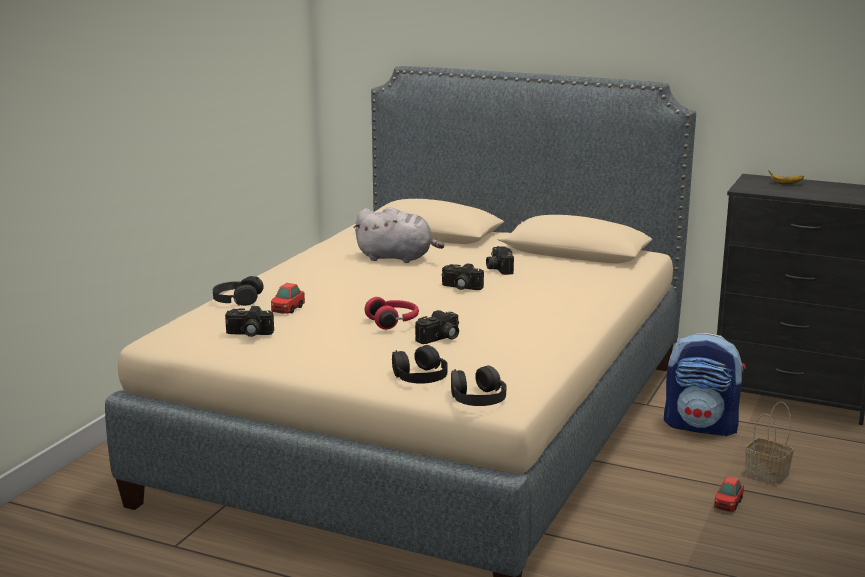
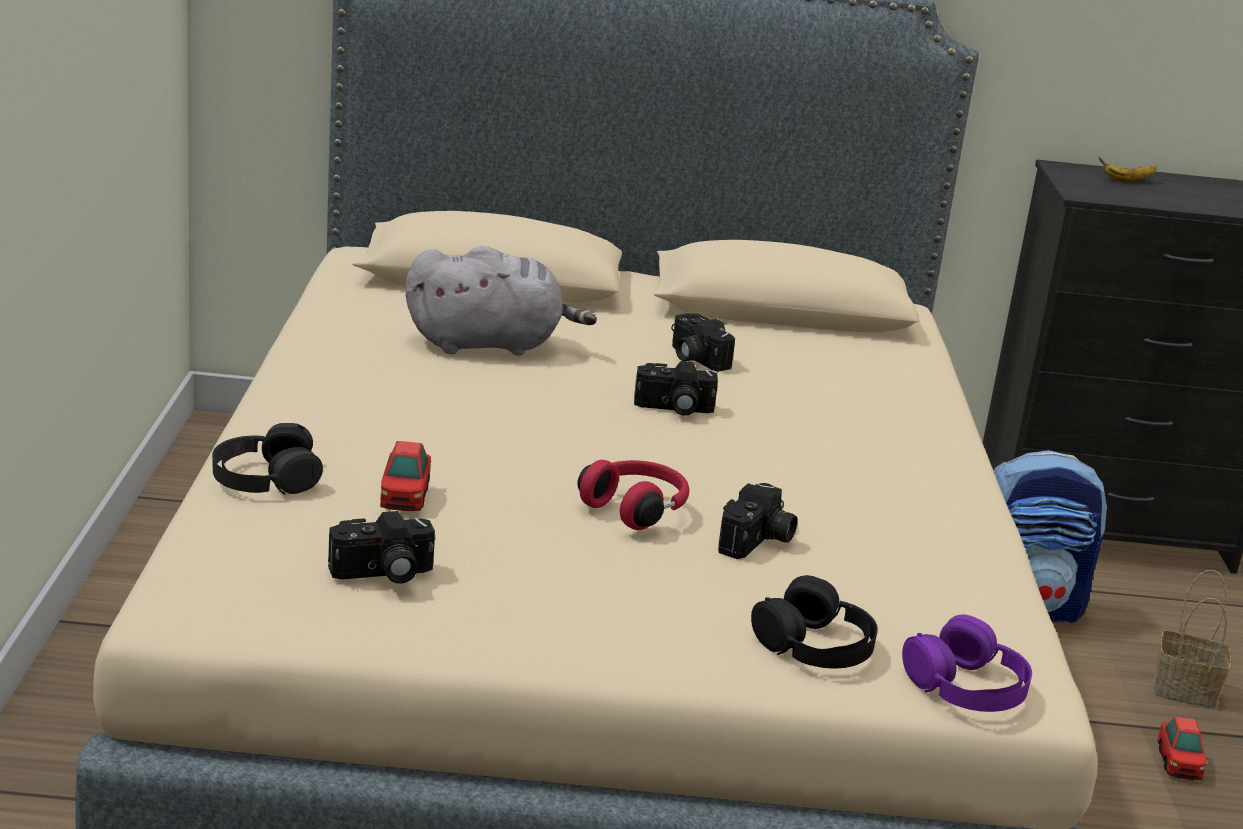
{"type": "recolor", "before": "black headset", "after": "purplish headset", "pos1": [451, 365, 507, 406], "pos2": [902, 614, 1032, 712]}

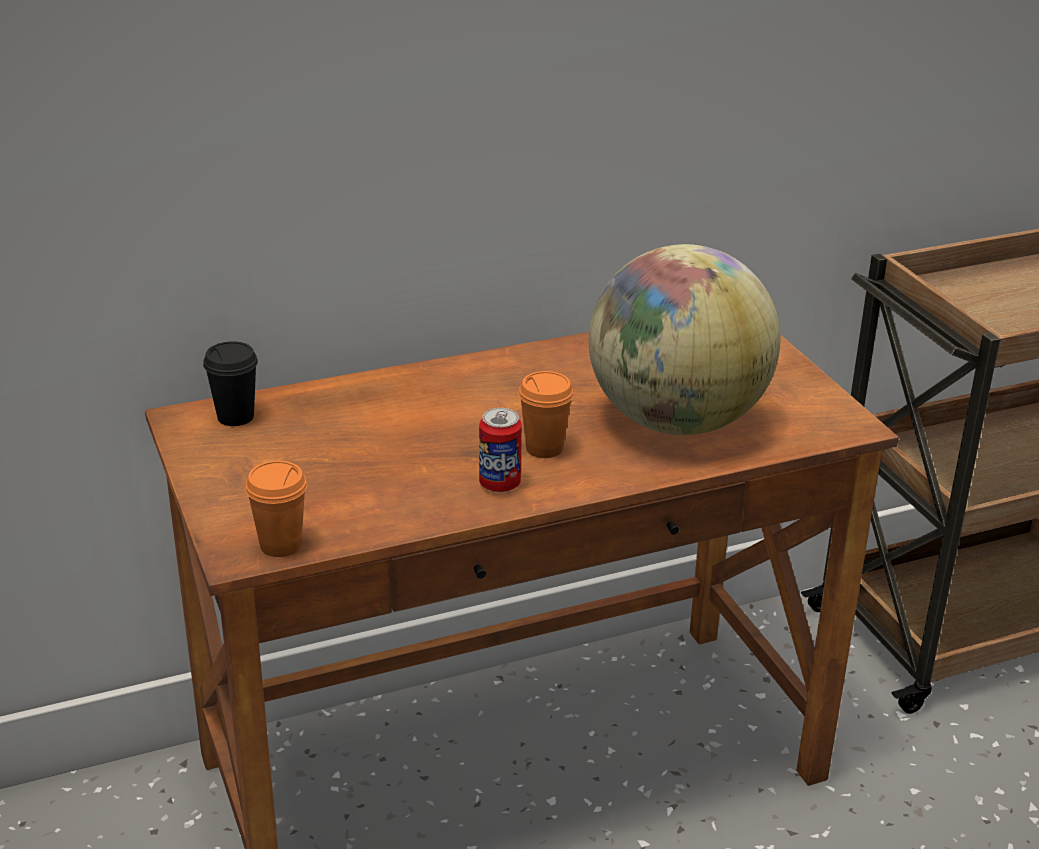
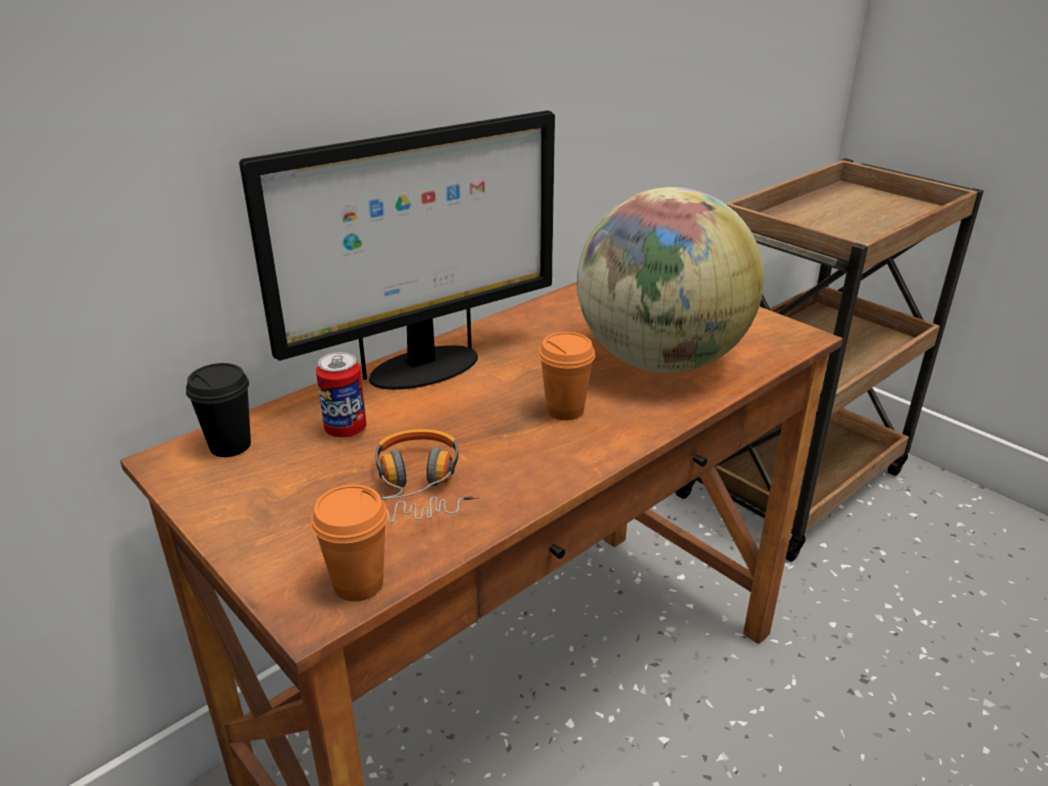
{"type": "move", "before": "metal can", "pos1": [479, 408, 522, 492], "pos2": [316, 352, 367, 438]}
{"type": "insert", "after": "computer display", "pos2": [239, 110, 555, 390]}
{"type": "insert", "after": "headset", "pos2": [375, 429, 480, 523]}

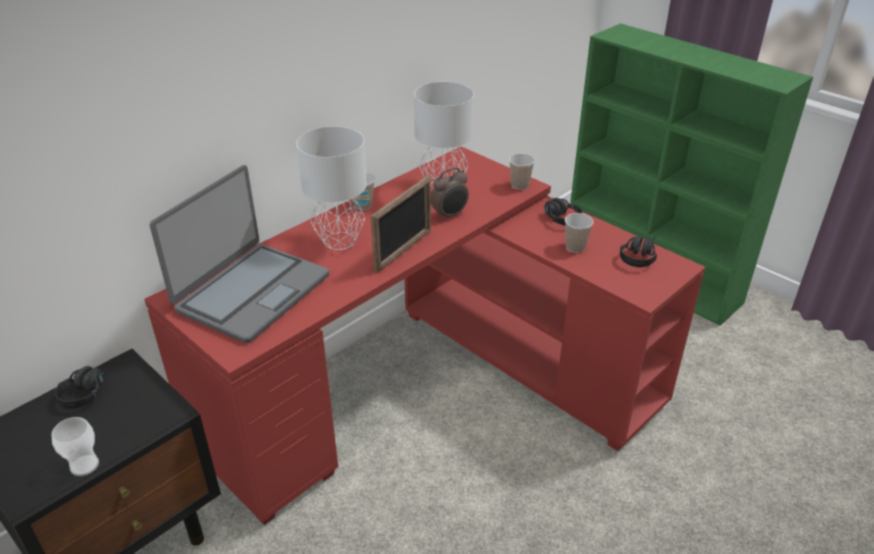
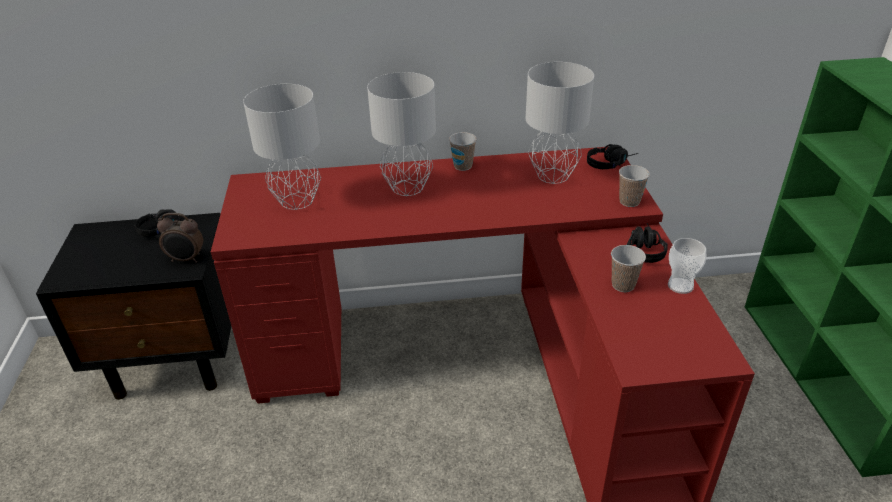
{"type": "move", "before": "small cup", "pos1": [51, 417, 99, 476], "pos2": [668, 238, 707, 294]}
{"type": "replace", "before": "portable computer", "after": "greyish table lamp", "pos1": [150, 165, 329, 343], "pos2": [243, 84, 321, 210]}
{"type": "delete", "before": "standing frame", "pos1": [371, 176, 431, 273]}
{"type": "move", "before": "bedside clock", "pos1": [431, 167, 469, 221], "pos2": [157, 213, 203, 263]}
{"type": "move", "before": "black headset", "pos1": [620, 235, 657, 267], "pos2": [587, 144, 638, 169]}

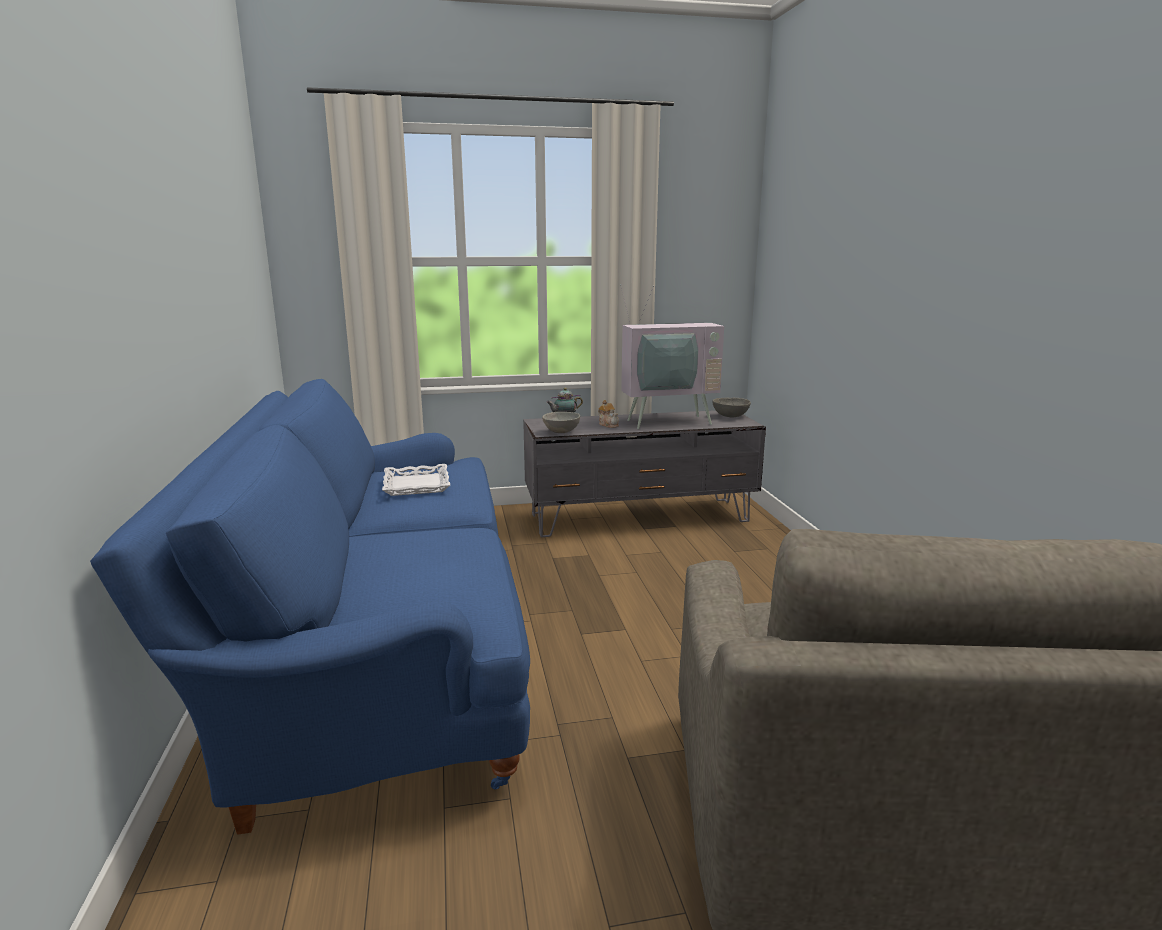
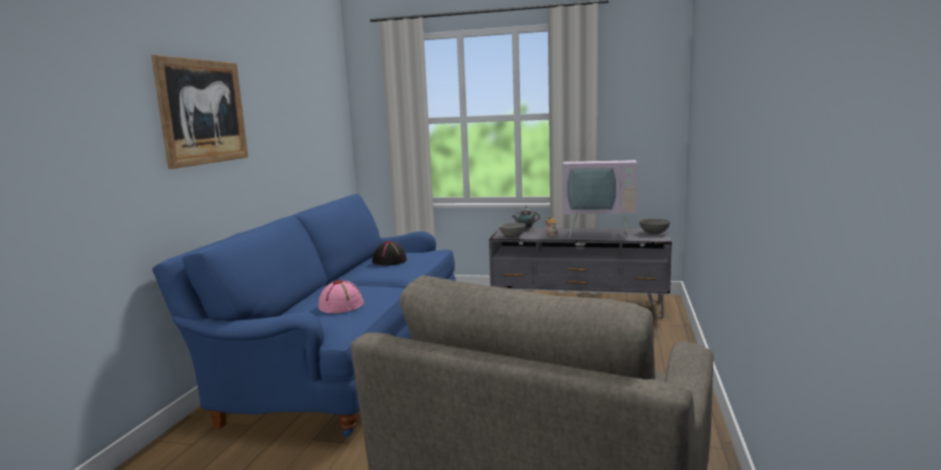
{"type": "replace", "before": "whitish carrying tray", "after": "black wearable hat", "pos1": [382, 464, 450, 496], "pos2": [372, 241, 407, 266]}
{"type": "insert", "after": "picture", "pos2": [151, 55, 248, 169]}
{"type": "insert", "after": "pinkish wearable hat", "pos2": [318, 280, 364, 313]}

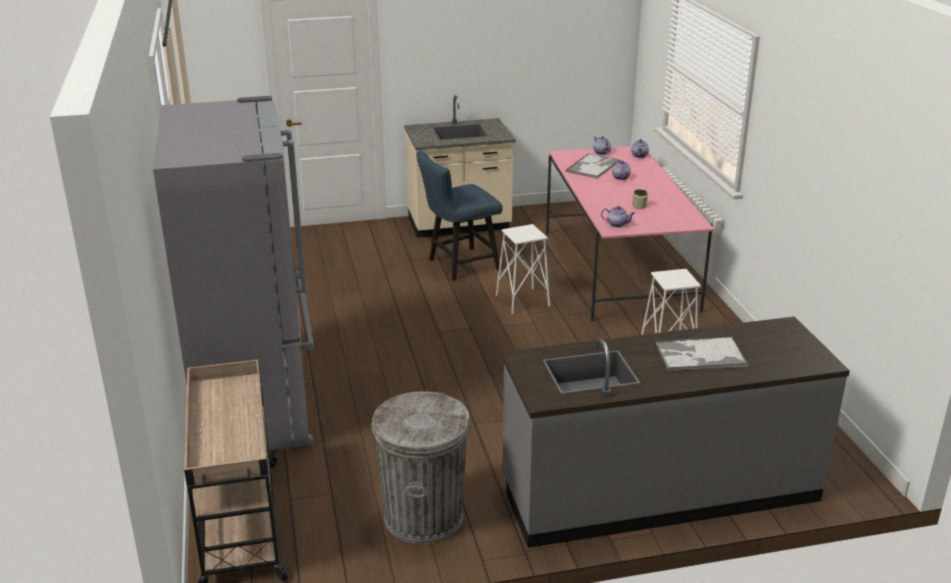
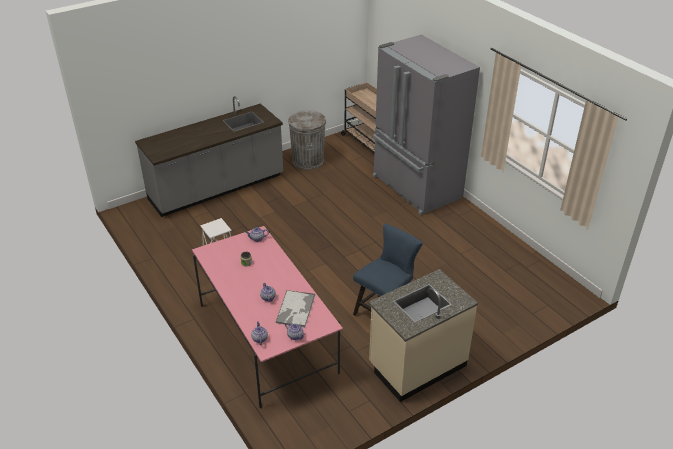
{"type": "delete", "before": "whitish stool", "pos1": [496, 224, 550, 314]}
{"type": "delete", "before": "carrying tray", "pos1": [655, 336, 748, 371]}

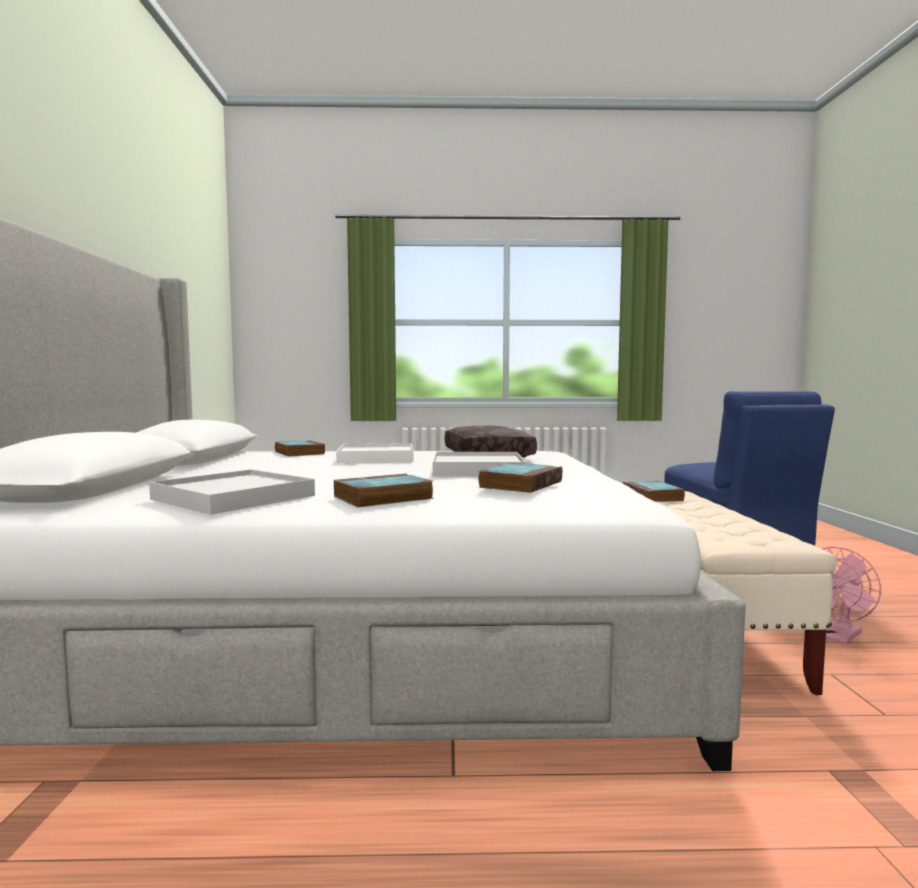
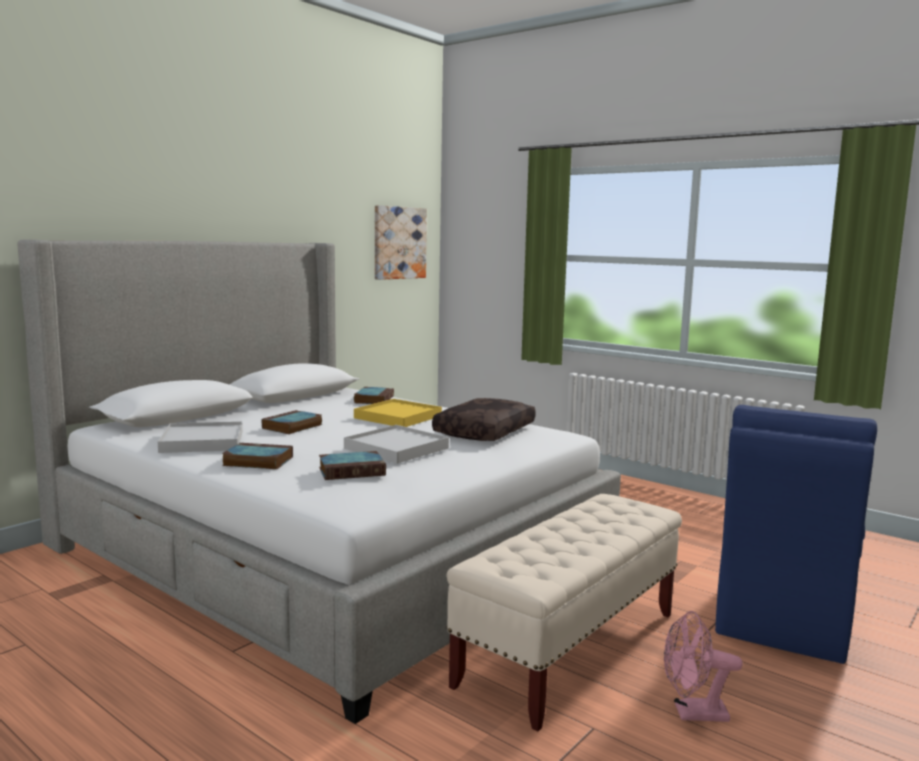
{"type": "recolor", "before": "whitish carrying tray", "after": "yellow-coloured carrying tray", "pos1": [336, 443, 413, 463], "pos2": [354, 399, 442, 427]}
{"type": "move", "before": "bound book", "pos1": [623, 481, 685, 502], "pos2": [262, 410, 322, 434]}
{"type": "insert", "after": "picture", "pos2": [375, 205, 427, 280]}

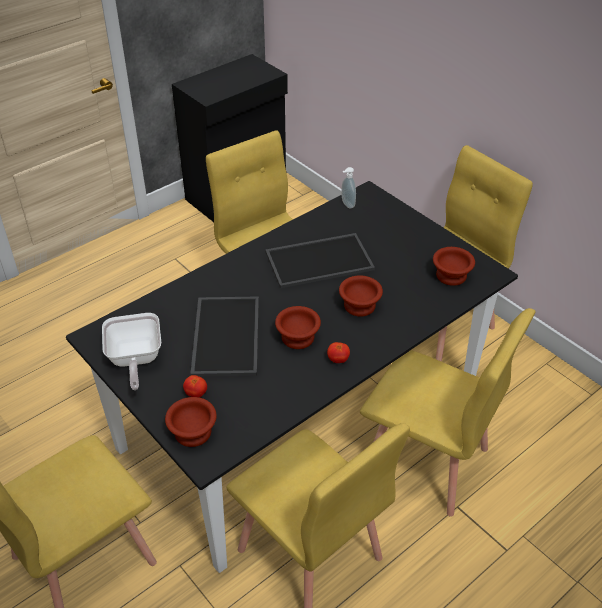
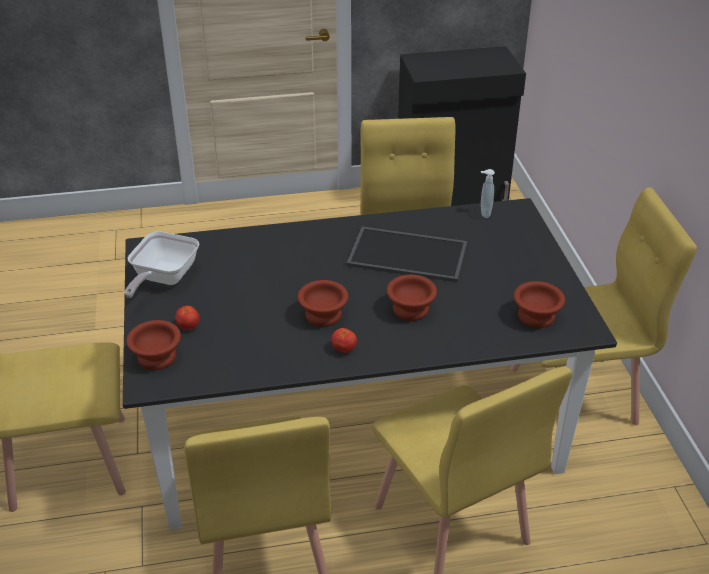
{"type": "delete", "before": "carrying tray", "pos1": [190, 296, 259, 376]}

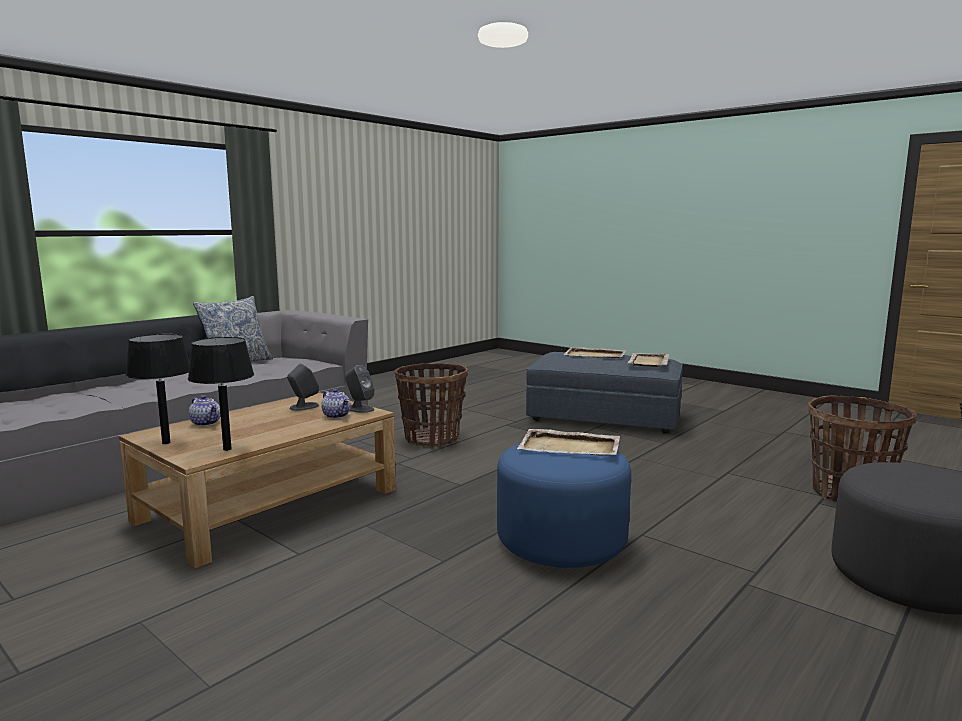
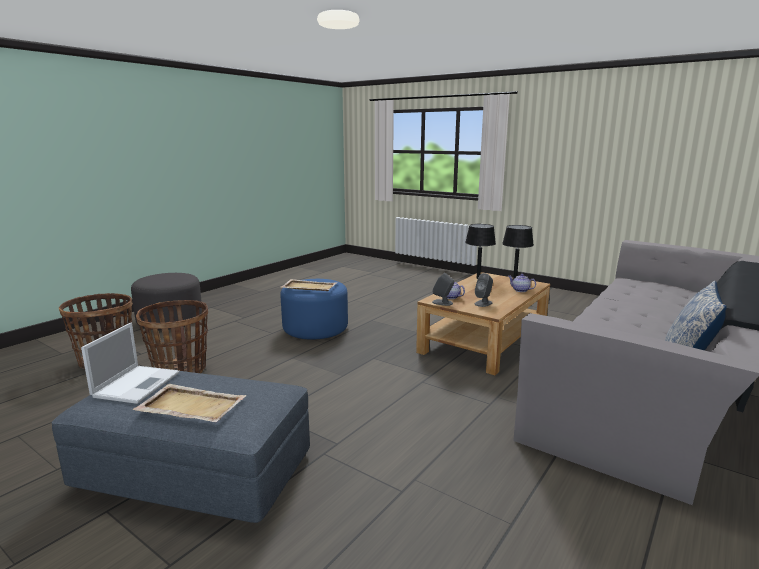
{"type": "move", "before": "basket", "pos1": [395, 363, 468, 447], "pos2": [136, 300, 208, 373]}
{"type": "replace", "before": "beige carrying tray", "after": "portable computer", "pos1": [628, 353, 669, 367], "pos2": [81, 323, 179, 404]}

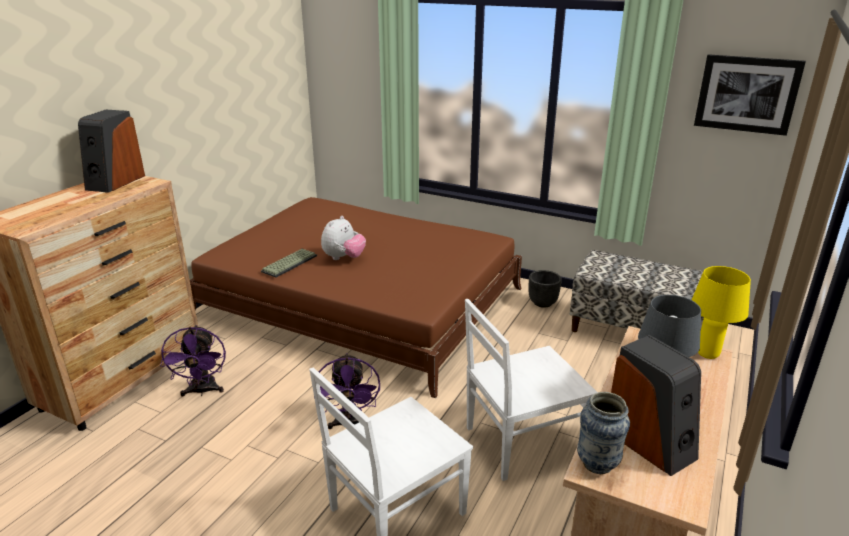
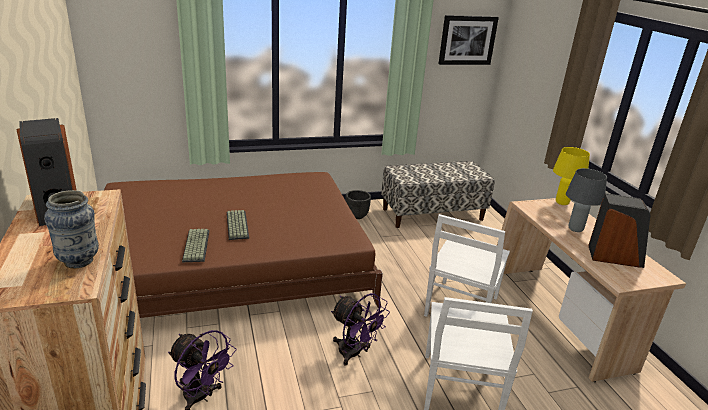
{"type": "replace", "before": "plush toy", "after": "computer keyboard", "pos1": [321, 216, 366, 260], "pos2": [227, 210, 249, 240]}
{"type": "move", "before": "vase", "pos1": [577, 392, 630, 474], "pos2": [44, 190, 99, 269]}

